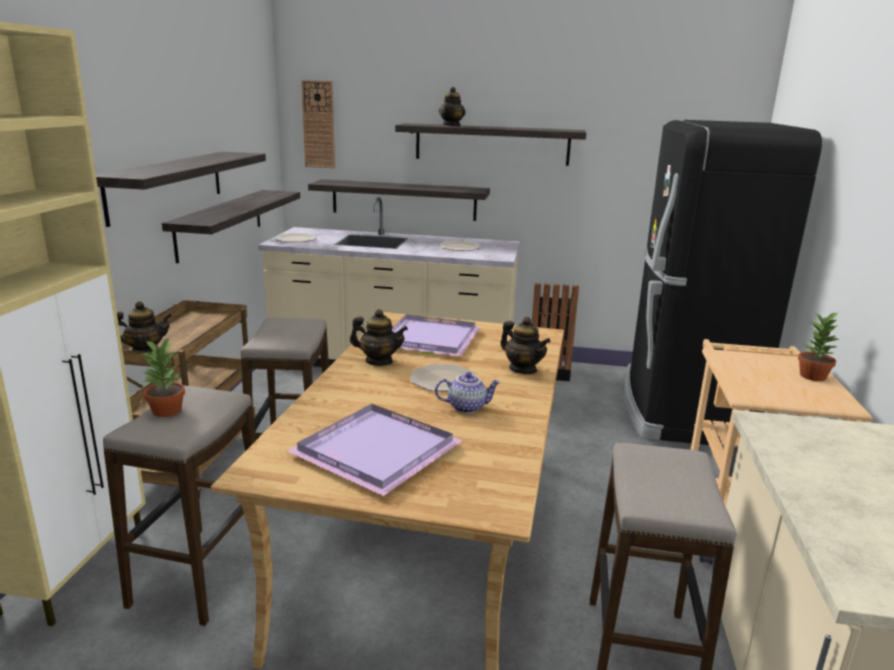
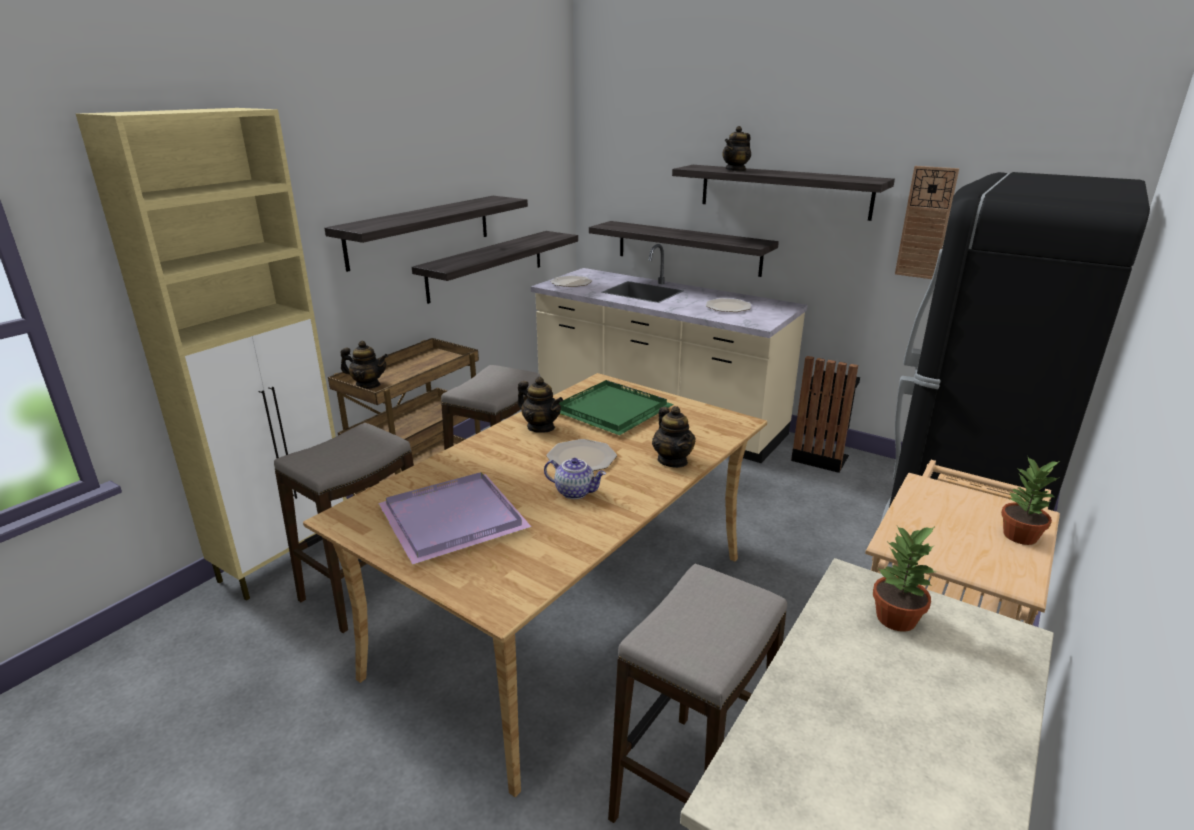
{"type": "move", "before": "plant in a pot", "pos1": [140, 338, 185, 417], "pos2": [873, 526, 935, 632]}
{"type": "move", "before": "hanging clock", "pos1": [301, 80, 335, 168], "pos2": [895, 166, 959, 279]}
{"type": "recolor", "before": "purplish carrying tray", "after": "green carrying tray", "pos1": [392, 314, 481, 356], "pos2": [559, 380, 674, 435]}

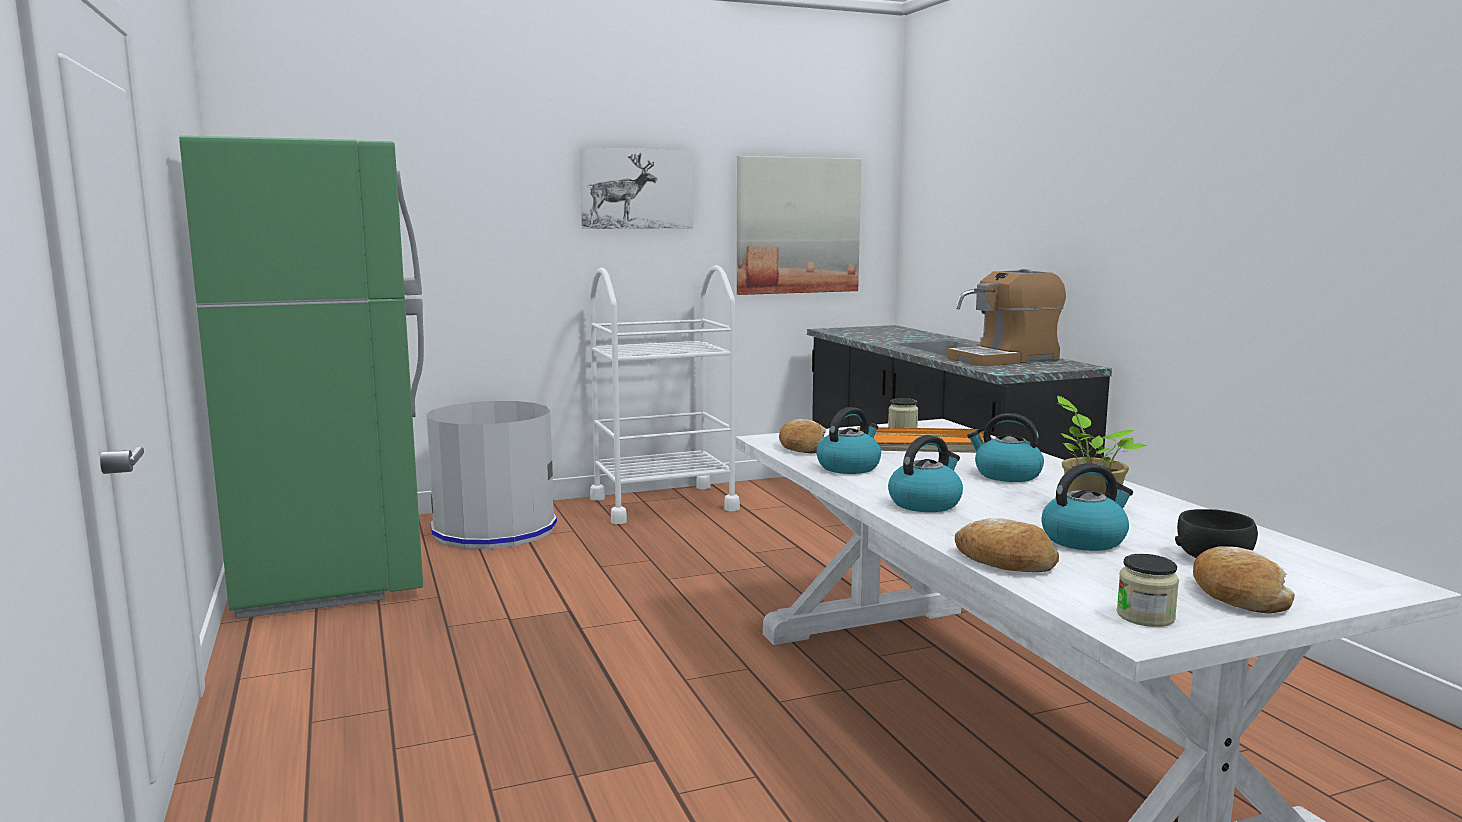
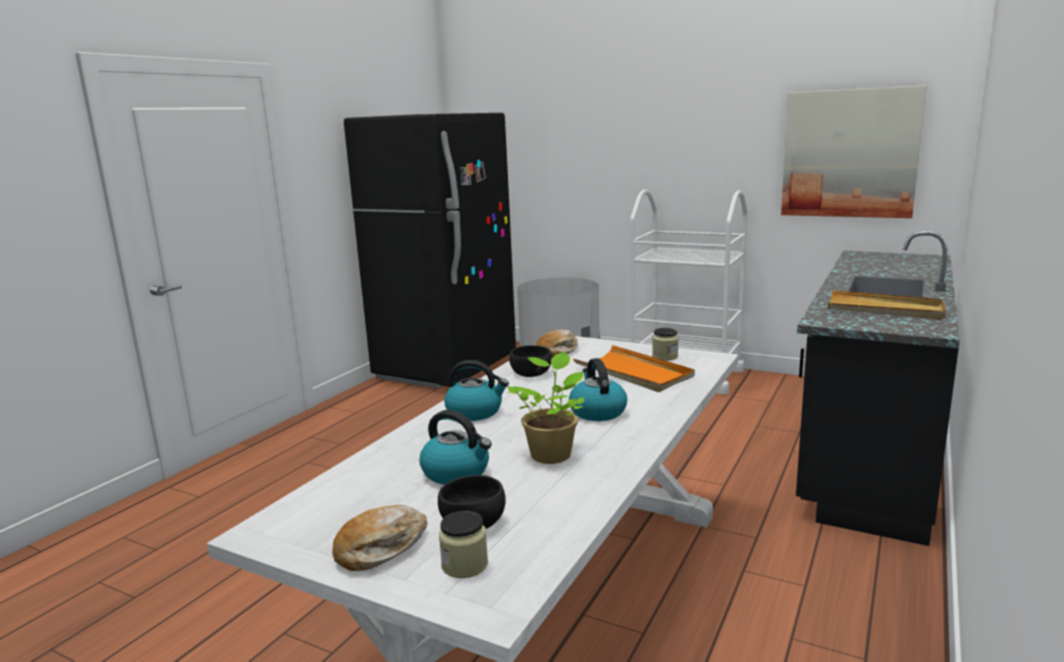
{"type": "recolor", "before": "green fridge", "after": "black fridge", "pos1": [179, 135, 424, 619], "pos2": [344, 113, 516, 389]}
{"type": "delete", "before": "picture", "pos1": [579, 147, 693, 229]}
{"type": "replace", "before": "tea kettle", "after": "black bowl", "pos1": [816, 407, 881, 474], "pos2": [509, 345, 552, 377]}
{"type": "replace", "before": "coffee machine", "after": "beige carrying tray", "pos1": [947, 269, 1066, 366], "pos2": [828, 290, 946, 320]}
{"type": "delete", "before": "bread", "pos1": [955, 518, 1059, 572]}
{"type": "move", "before": "preserve jar", "pos1": [1117, 554, 1179, 627], "pos2": [439, 511, 488, 578]}

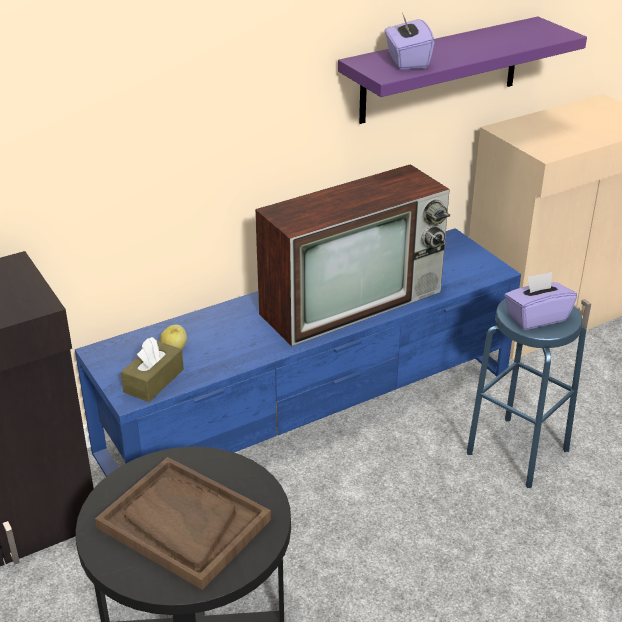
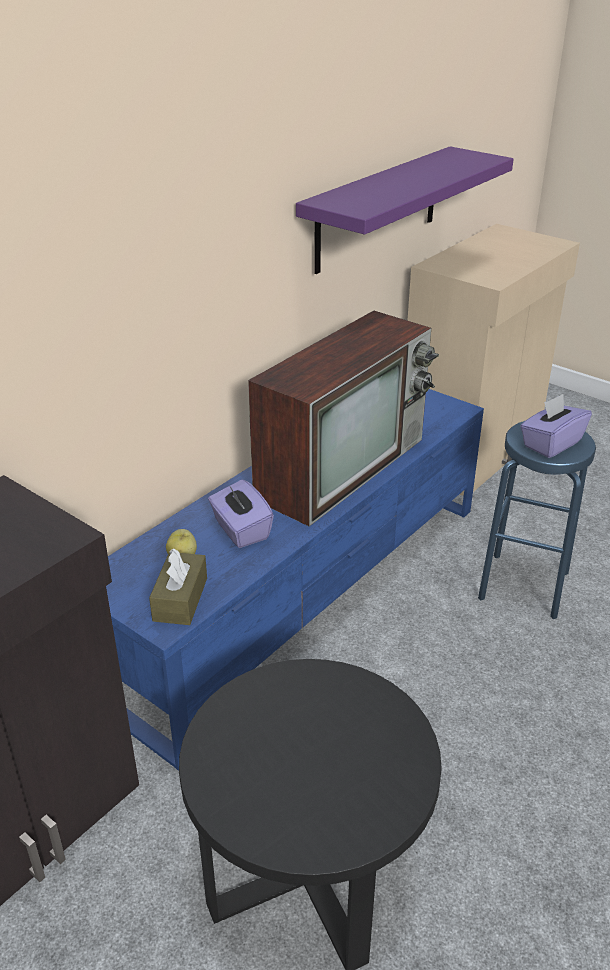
{"type": "delete", "before": "brownish carrying tray", "pos1": [95, 457, 271, 590]}
{"type": "move", "before": "purplish box of tissues", "pos1": [385, 13, 434, 69], "pos2": [208, 480, 274, 548]}

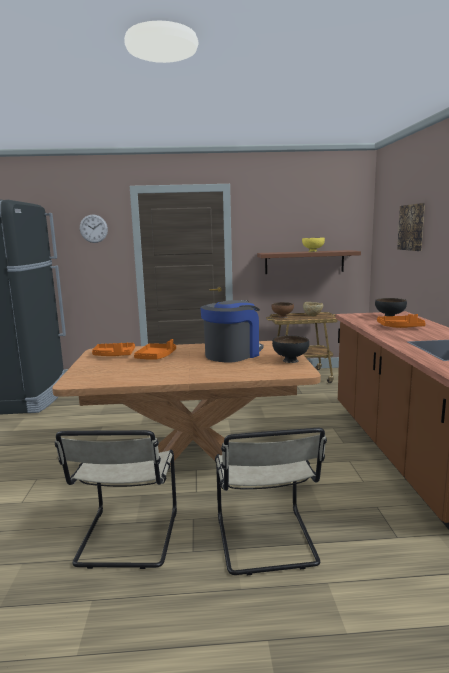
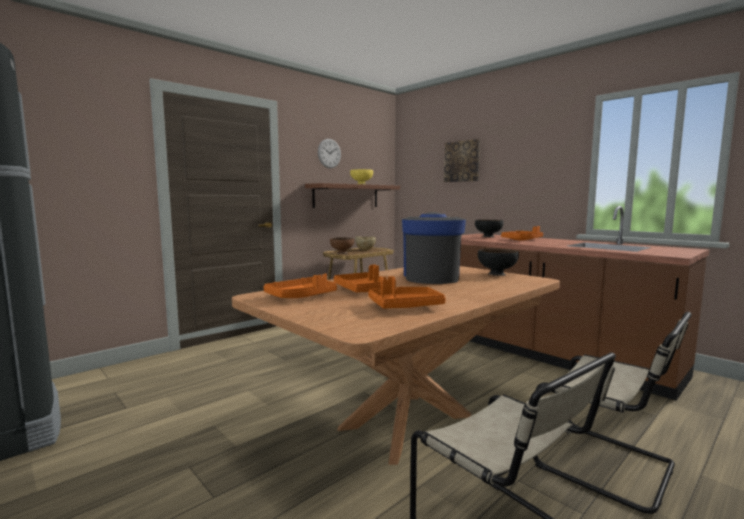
{"type": "move", "before": "hanging clock", "pos1": [80, 214, 108, 243], "pos2": [318, 139, 341, 168]}
{"type": "insert", "after": "orangey carrying tray", "pos2": [368, 276, 446, 309]}

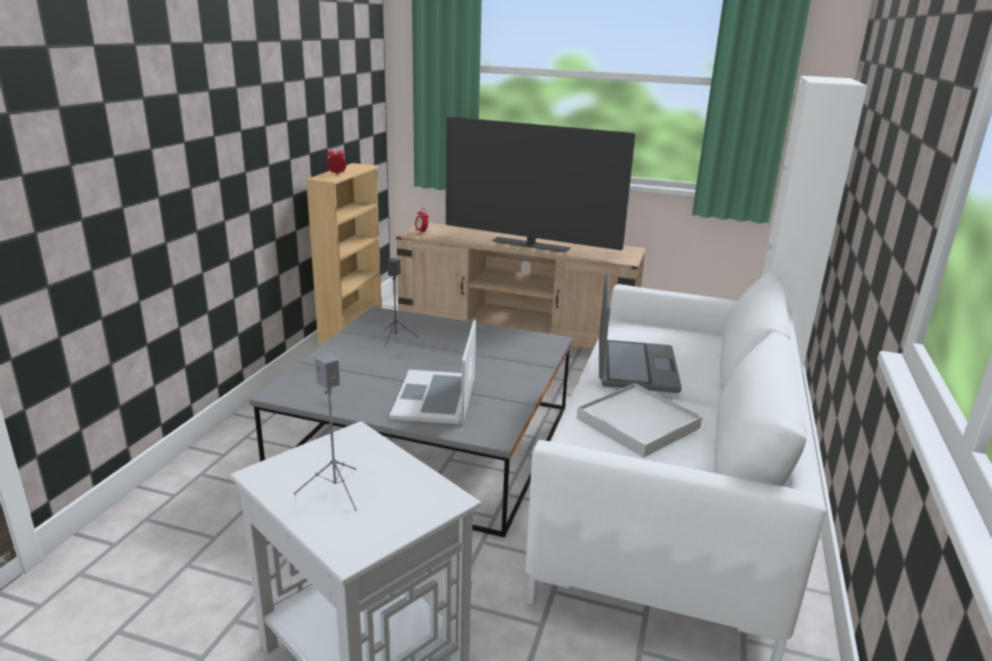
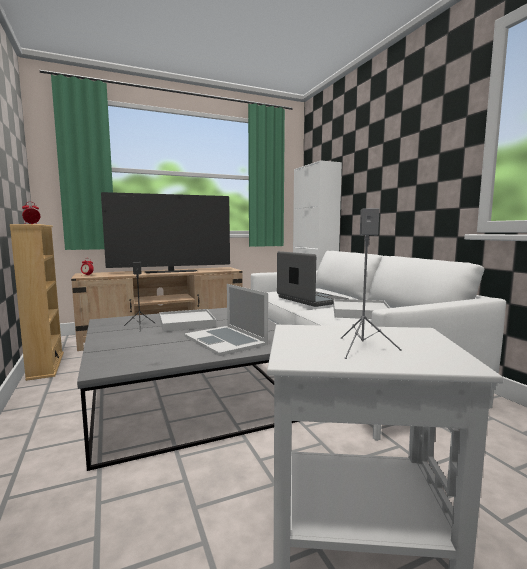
{"type": "insert", "after": "whitish carrying tray", "pos2": [159, 309, 216, 332]}

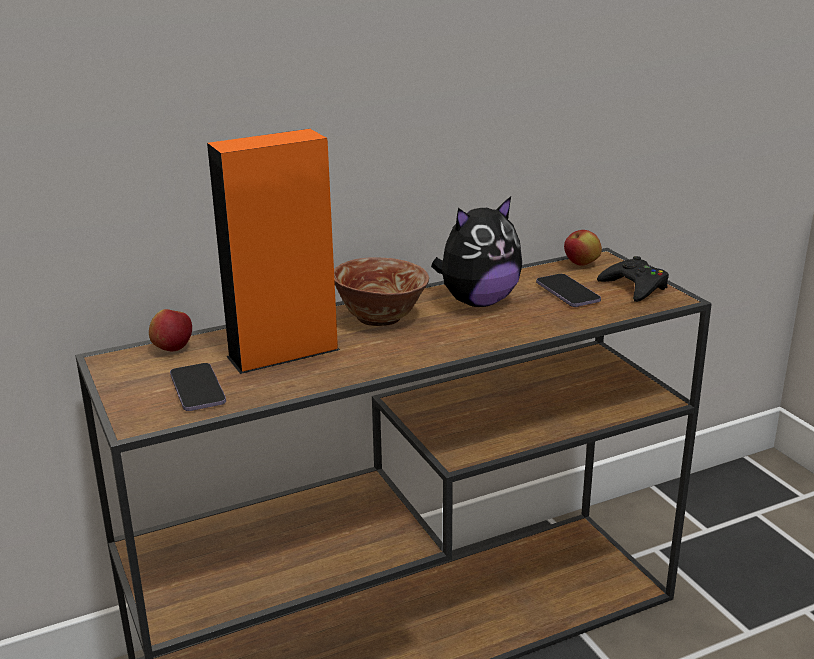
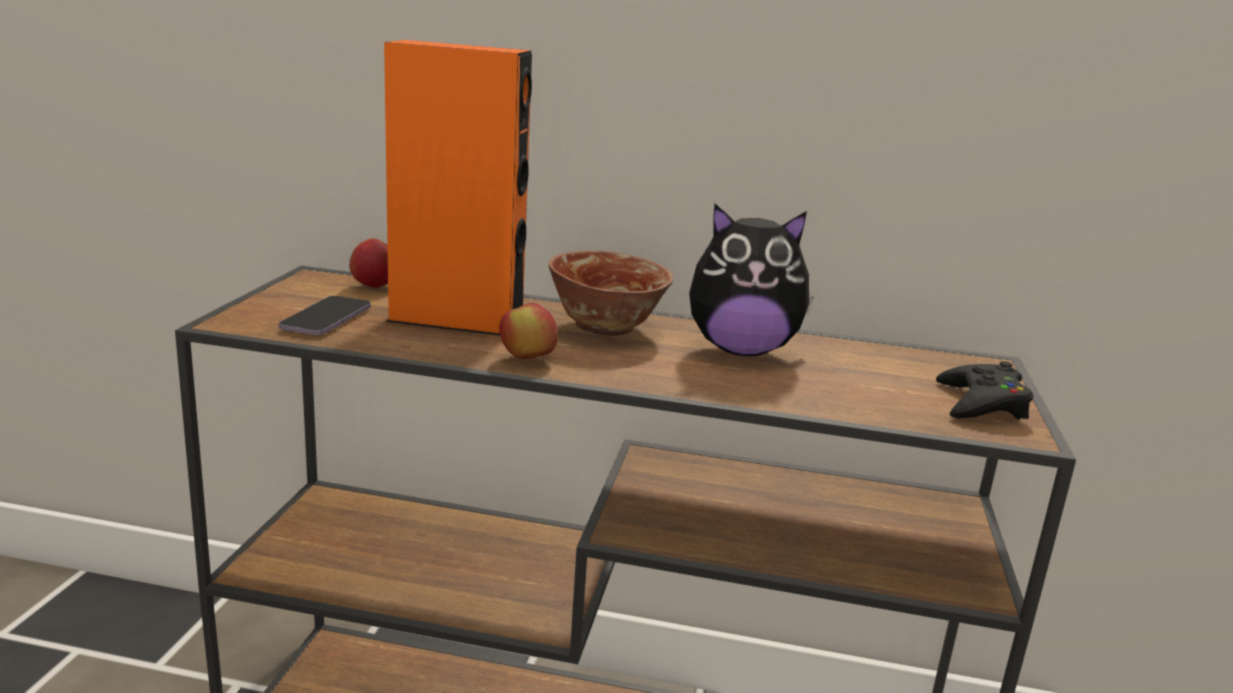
{"type": "delete", "before": "phone", "pos1": [536, 274, 601, 307]}
{"type": "move", "before": "apple fruit", "pos1": [564, 230, 602, 266], "pos2": [500, 303, 558, 359]}

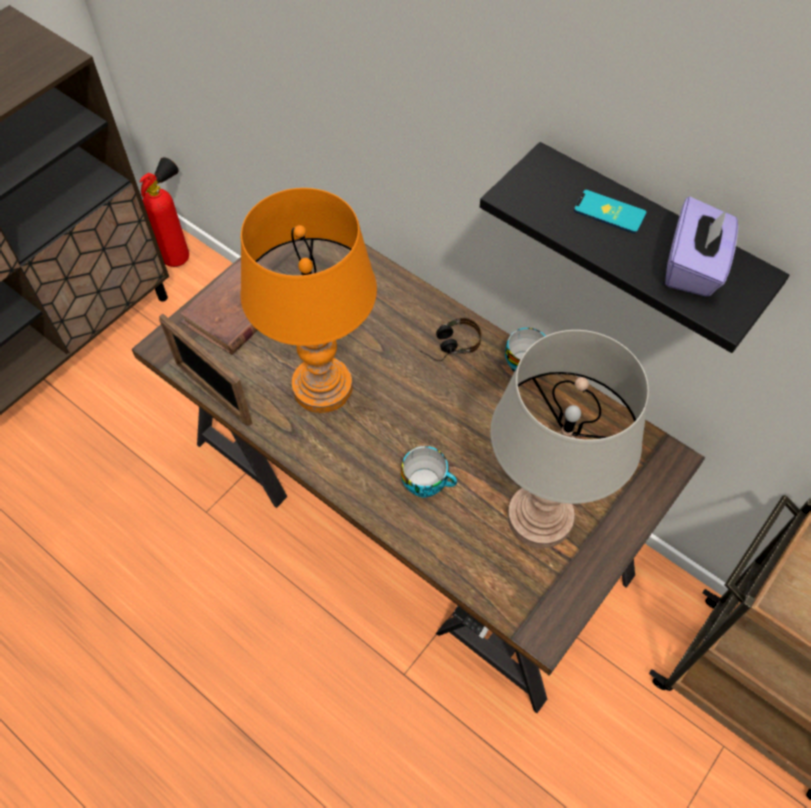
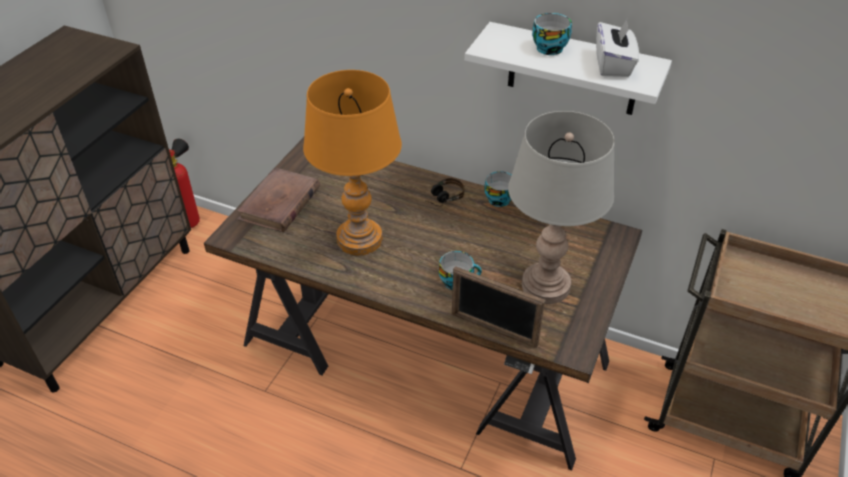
{"type": "move", "before": "standing frame", "pos1": [159, 314, 252, 426], "pos2": [452, 266, 545, 348]}
{"type": "recolor", "before": "black bracket shelf", "after": "whitish bracket shelf", "pos1": [480, 142, 789, 353], "pos2": [465, 22, 672, 115]}
{"type": "replace", "before": "phone", "after": "small cup", "pos1": [574, 190, 647, 234], "pos2": [532, 13, 572, 55]}
{"type": "recolor", "before": "purplish box of tissues", "after": "whitish box of tissues", "pos1": [665, 197, 738, 297], "pos2": [596, 19, 639, 77]}

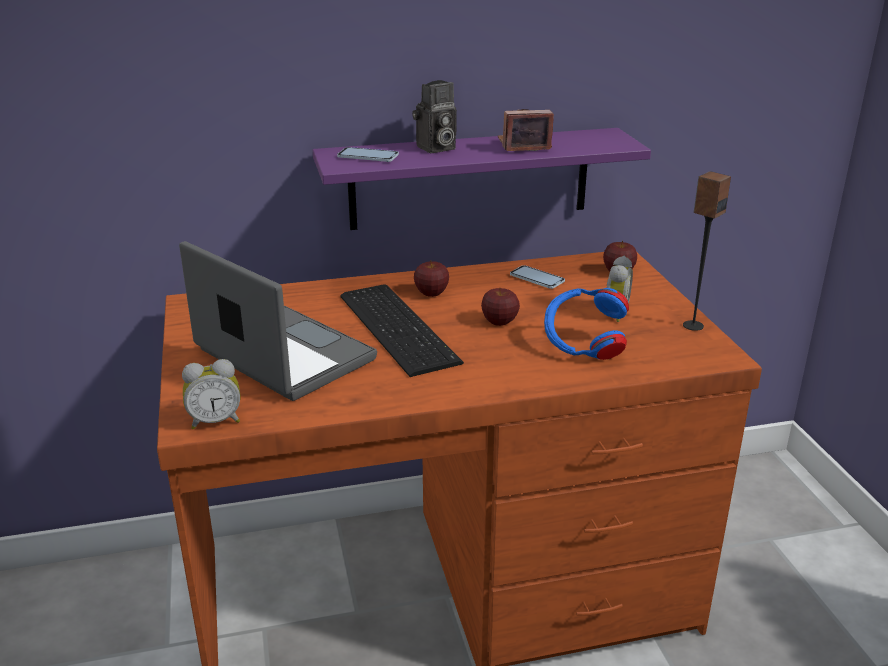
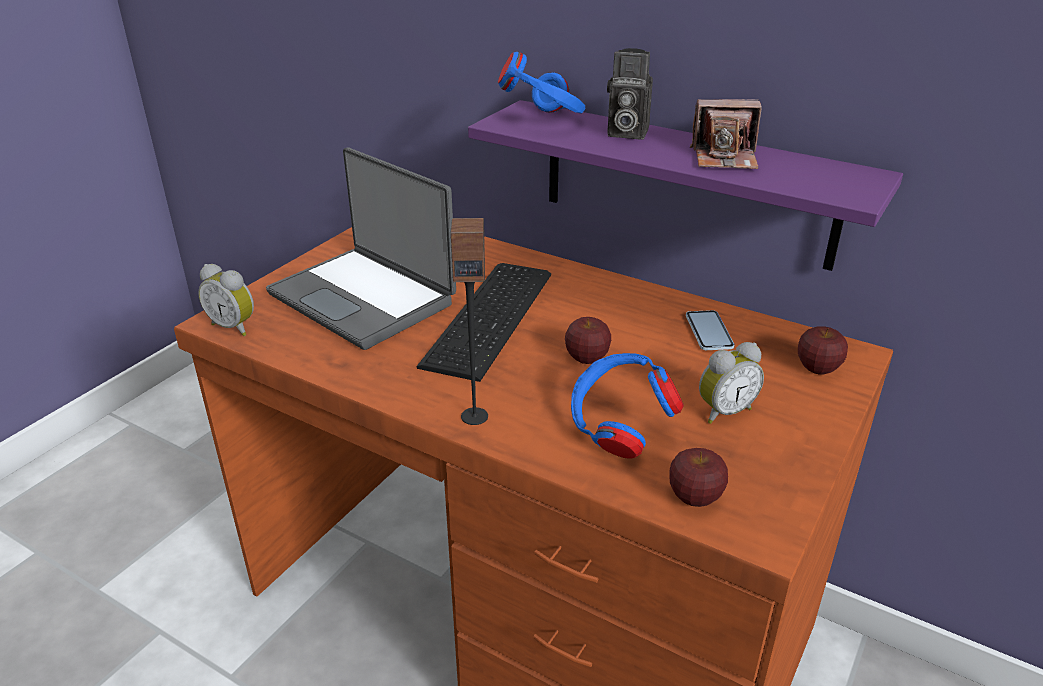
{"type": "rotate", "before": "portable computer", "pos1": [179, 241, 377, 401], "pos2": [266, 147, 456, 350], "turn": 135}
{"type": "replace", "before": "phone", "after": "blue-coloured headset", "pos1": [337, 147, 399, 162], "pos2": [498, 52, 585, 114]}
{"type": "move", "before": "apple fruit", "pos1": [414, 260, 449, 297], "pos2": [669, 448, 728, 507]}
{"type": "rotate", "before": "photo camera", "pos1": [498, 109, 554, 151], "pos2": [690, 99, 761, 169], "turn": 150}
{"type": "move", "before": "loudspeaker", "pos1": [683, 171, 731, 331], "pos2": [451, 218, 488, 425]}

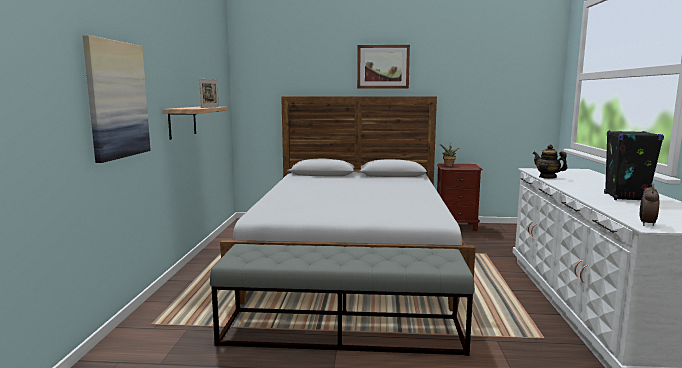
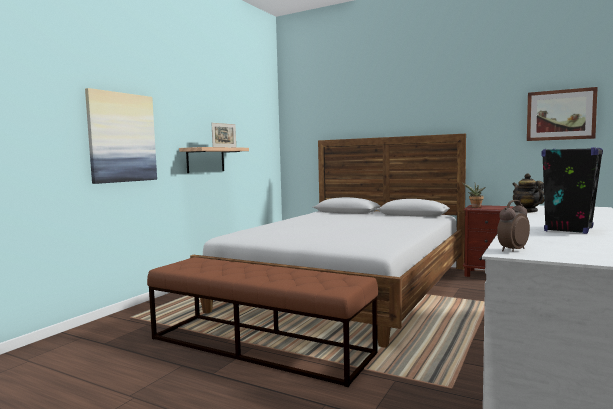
{"type": "recolor", "before": "greyish bench", "after": "brownish bench", "pos1": [210, 244, 475, 356], "pos2": [147, 257, 378, 387]}
{"type": "move", "before": "picture", "pos1": [357, 45, 410, 88], "pos2": [527, 87, 598, 141]}

